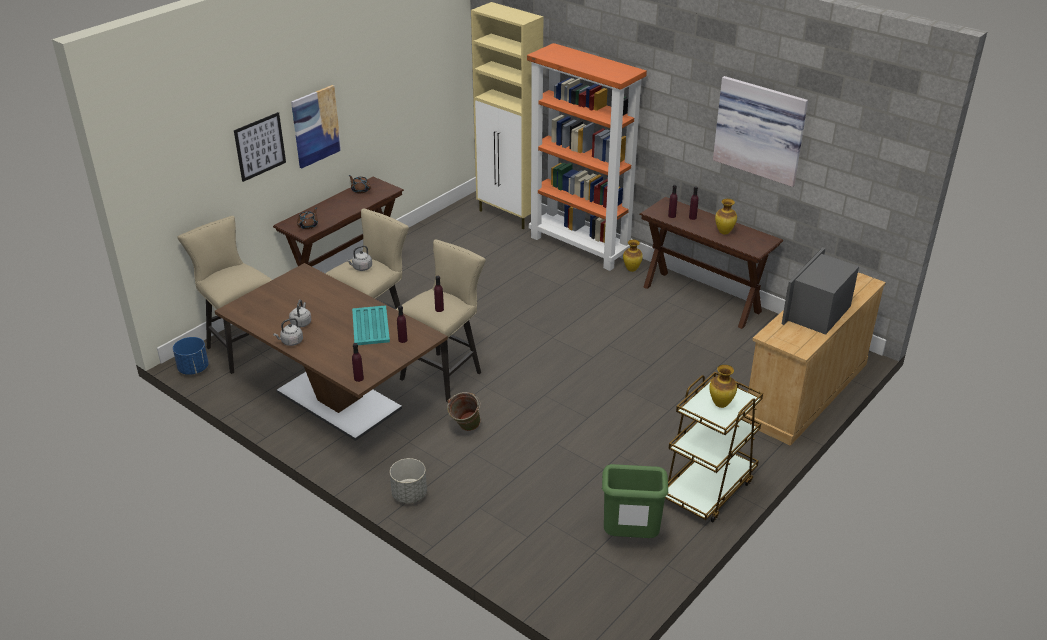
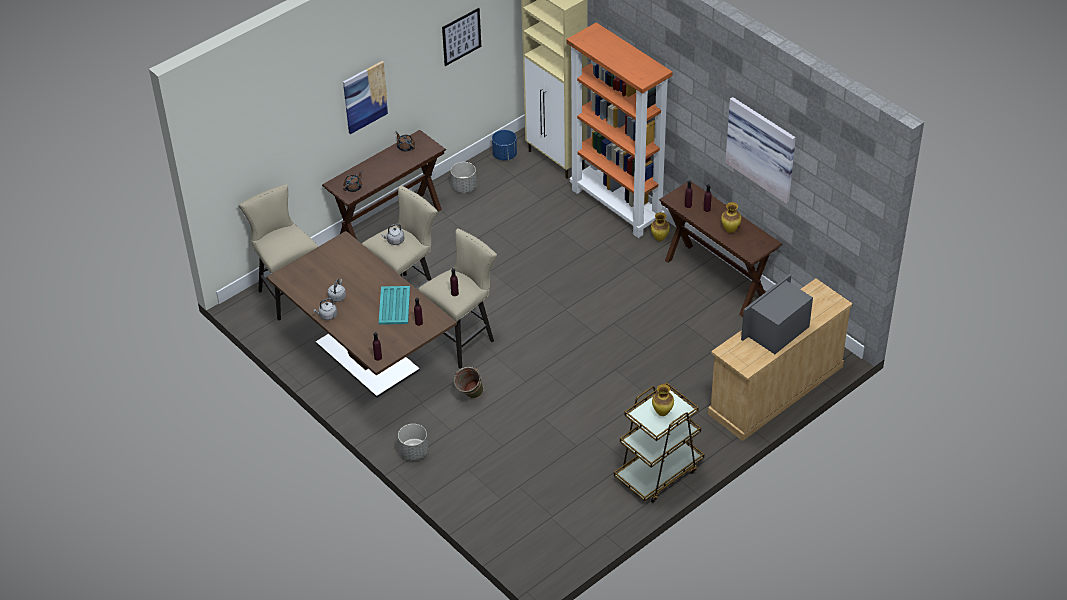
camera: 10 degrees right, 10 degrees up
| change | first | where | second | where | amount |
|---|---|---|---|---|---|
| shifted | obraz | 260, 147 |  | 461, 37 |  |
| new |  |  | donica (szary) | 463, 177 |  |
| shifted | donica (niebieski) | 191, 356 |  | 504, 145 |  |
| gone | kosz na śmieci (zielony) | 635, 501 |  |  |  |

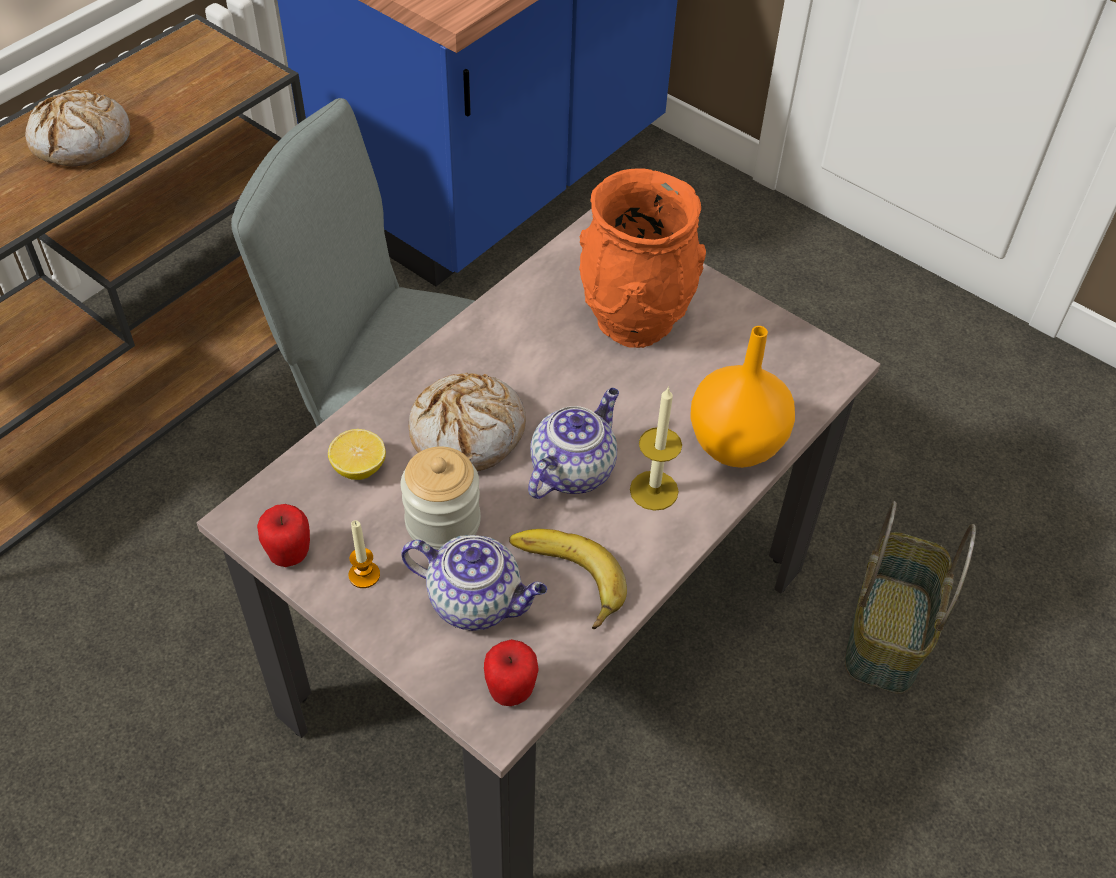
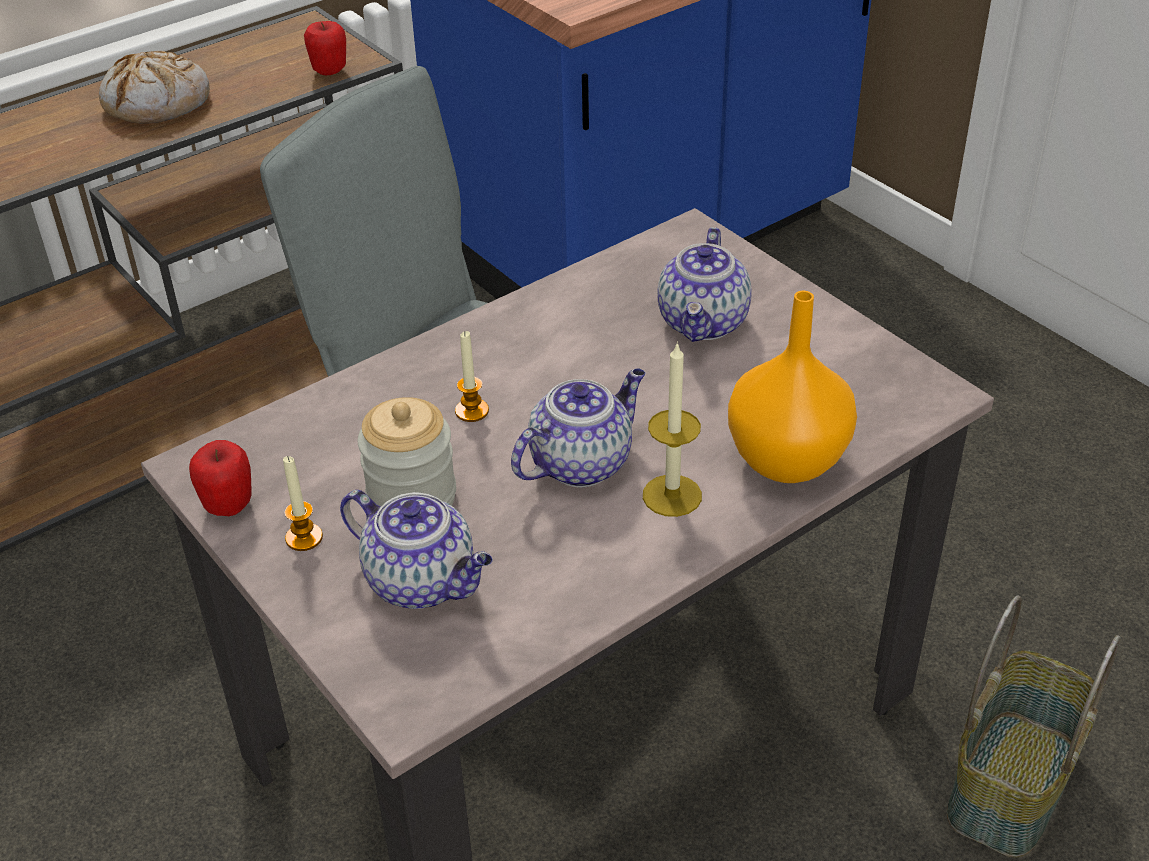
camera: 15 degrees right, 10 degrees down
| change | first | where | second | where | amount |
|---|---|---|---|---|---|
| shifted | jabłko | 511, 672 |  | 325, 48 |  |
| swapped | chleb | 467, 422 | świeca | 472, 376 |  |
| swapped | wazon (pomarańczowy) | 642, 258 | imbryk | 704, 284 |  |
| gone | cytryna | 357, 454 |  |  |  |
| gone | banan | 568, 579 |  |  |  |

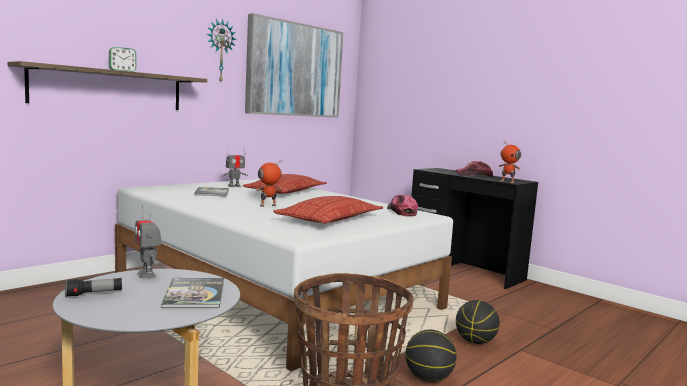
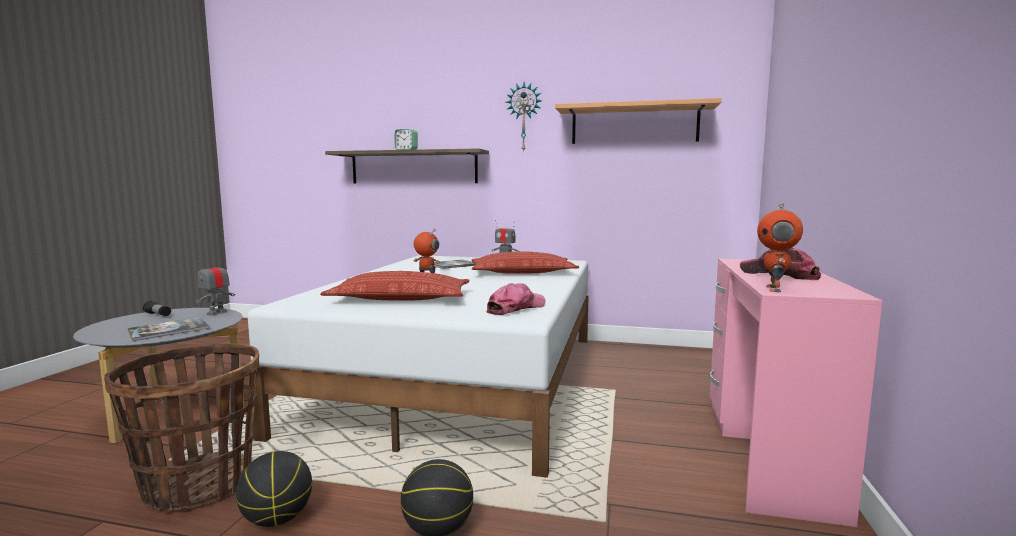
camera: 60 degrees right, 0 degrees up
| change | first | where | second | where | amount |
|---|---|---|---|---|---|
| swapped | obraz | 294, 65 | półka | 638, 121 |  |
| repainted | biurko (czarny) | 474, 228 | biurko (różowy) | 796, 392 |  |

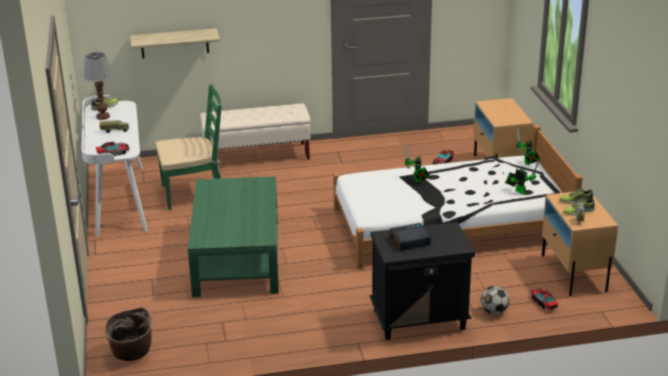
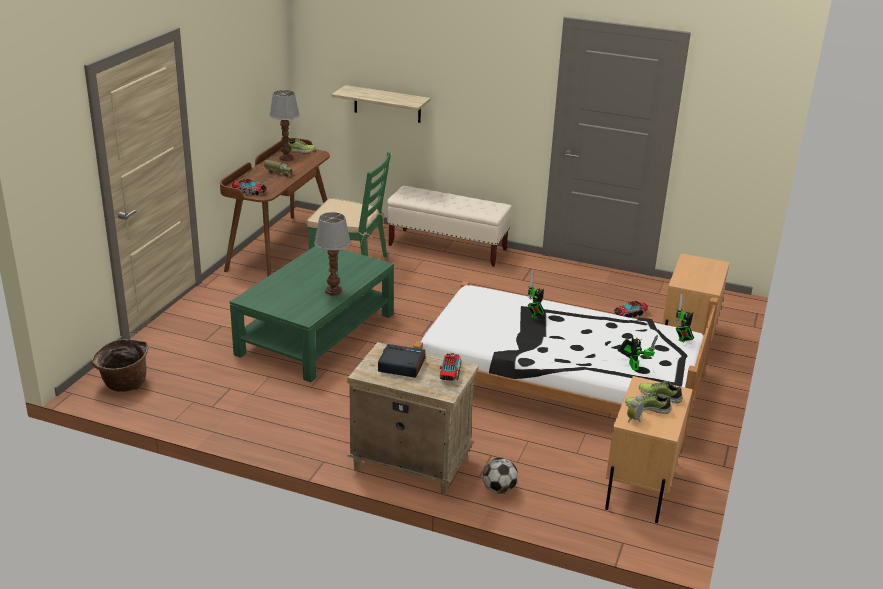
camera: 30 degrees right, 0 degrees up
| change | first | where | second | where | amount |
|---|---|---|---|---|---|
| repainted | biurko (biały) | 114, 166 | biurko (brązowy) | 275, 207 |  |
| new |  |  | lampa stołowa | 332, 254 |  |
| repainted | szafka nocna (czarny) | 422, 281 | szafka nocna (beżowy) | 413, 418 |  |
| shifted | ciężarówka zabawkowa | 544, 299 |  | 450, 367 |  |

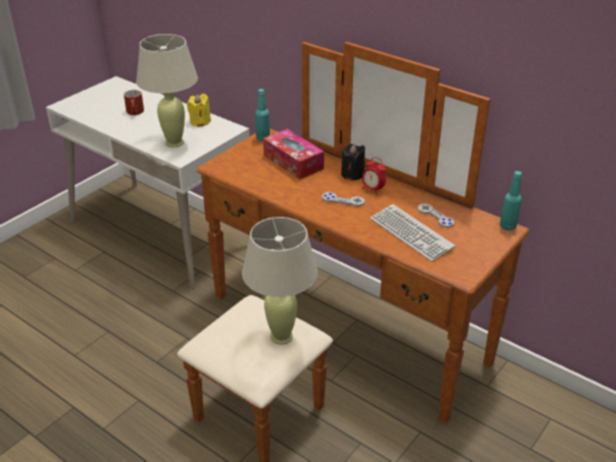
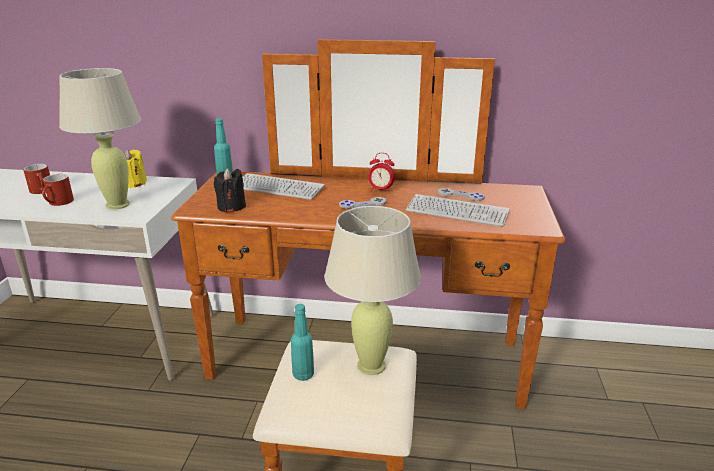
camera: 30 degrees left, 10 degrees down
| change | first | where | second | where | amount |
|---|---|---|---|---|---|
| new |  |  | kubek (czerwony) | 58, 190 |  |
| shifted | świeca (czarny) | 353, 162 |  | 230, 190 |  |
| swapped | pudełko chusteczek | 293, 154 | klawiatura | 283, 186 |  |
| shifted | butelka (turkusowy) | 511, 200 |  | 302, 342 |  |

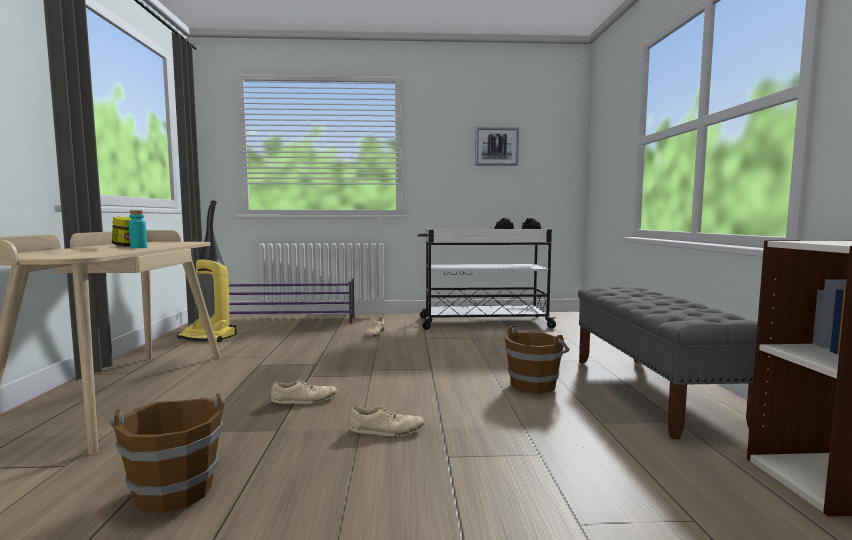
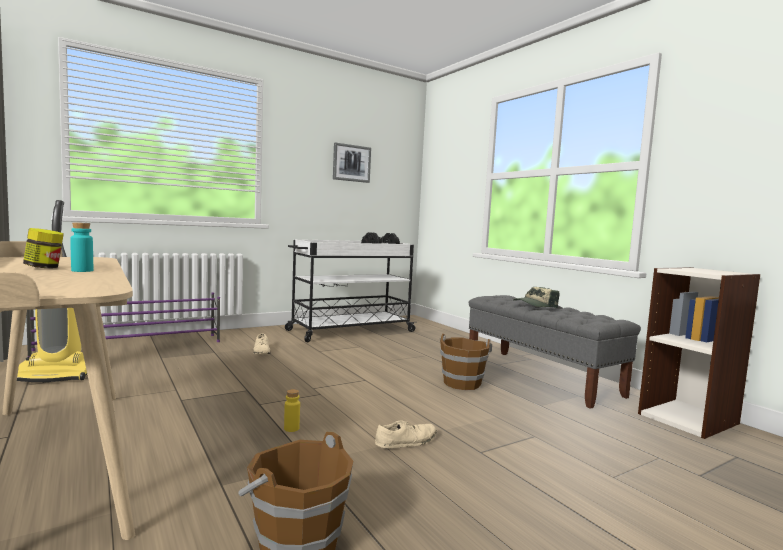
camera: 30 degrees left, 0 degrees up
| change | first | where | second | where | amount |
|---|---|---|---|---|---|
| swapped | but (beżowy) | 304, 392 | butelka (żółty) | 292, 410 |  |
| new |  |  | czapka z daszkiem | 536, 297 |  |

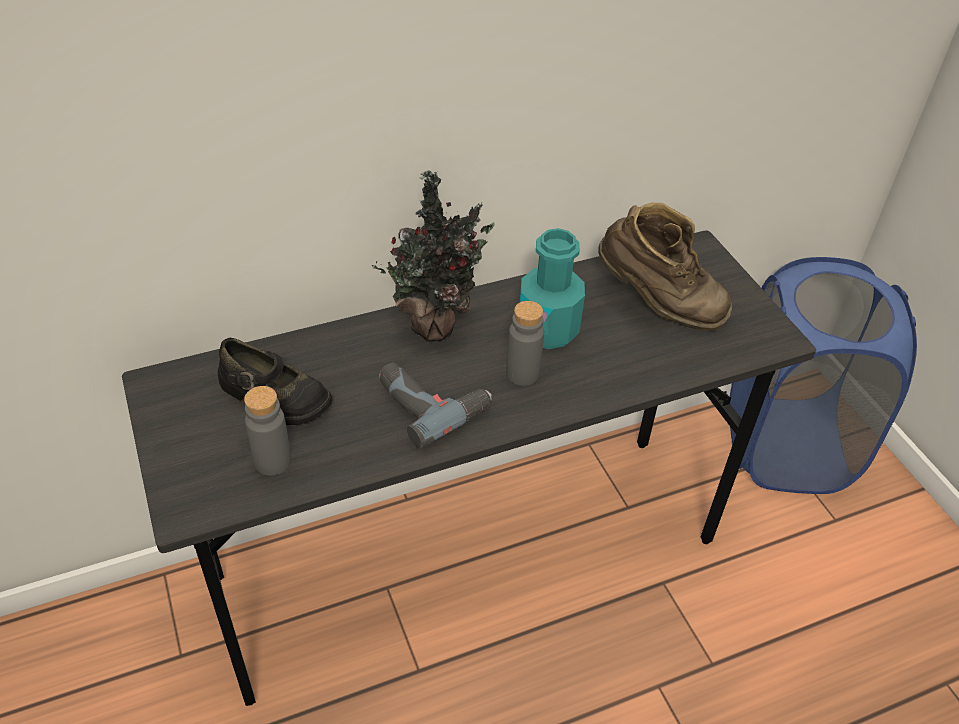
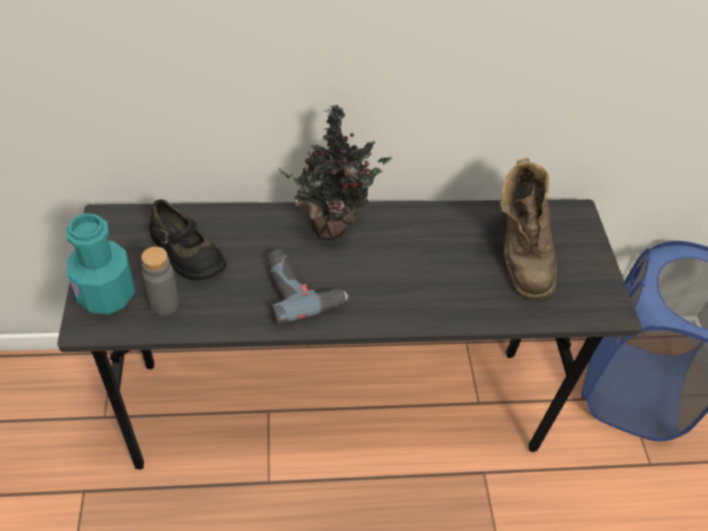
camera: 15 degrees right, 5 degrees up
| change | first | where | second | where | amount |
|---|---|---|---|---|---|
| shifted | butelka (turkusowy) | 552, 288 |  | 100, 263 |  |
| rotated | but z cholewką (brązowy) | 665, 267 |  | 528, 229 | 45 degrees clockwise |
| gone | butelka (szary) | 525, 343 |  |  |  |

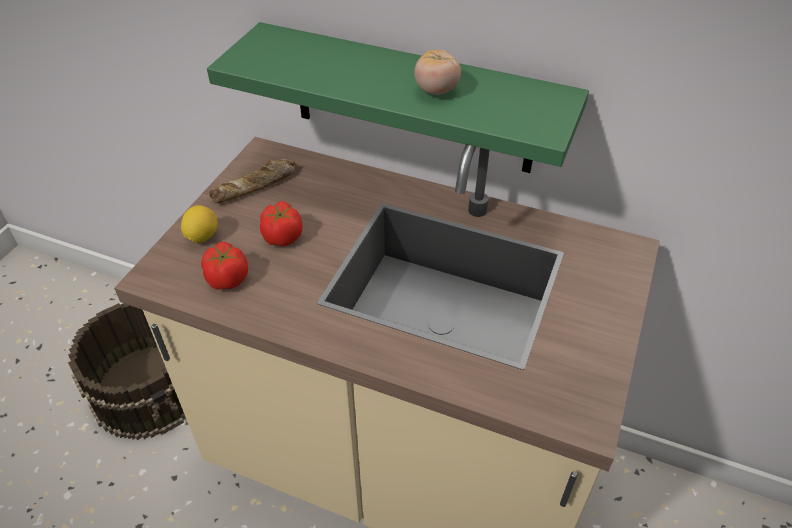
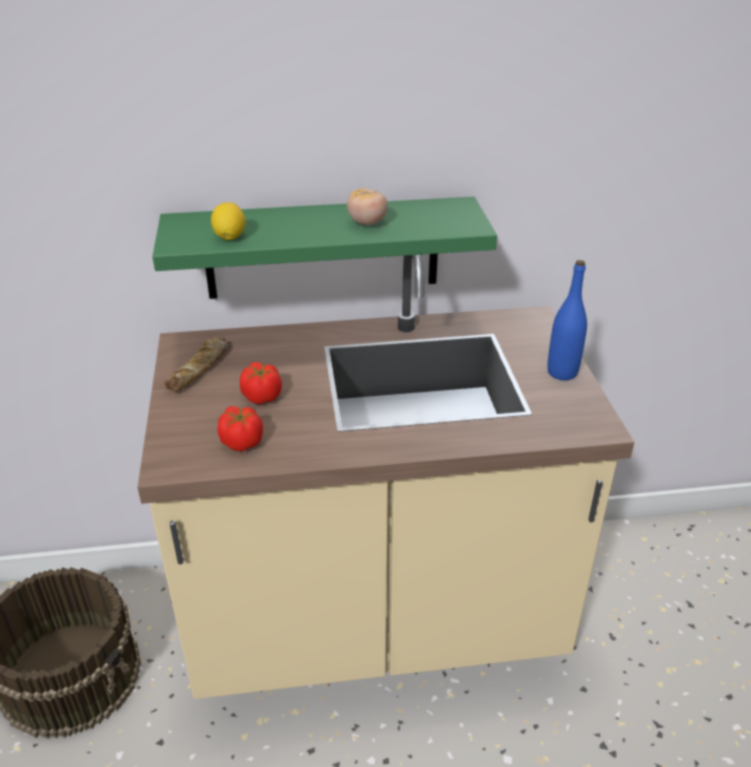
camera: 30 degrees left, 10 degrees down
| change | first | where | second | where | amount |
|---|---|---|---|---|---|
| shifted | cytryna | 199, 224 |  | 228, 221 |  |
| new |  |  | butelka (niebieski) | 567, 320 |  |

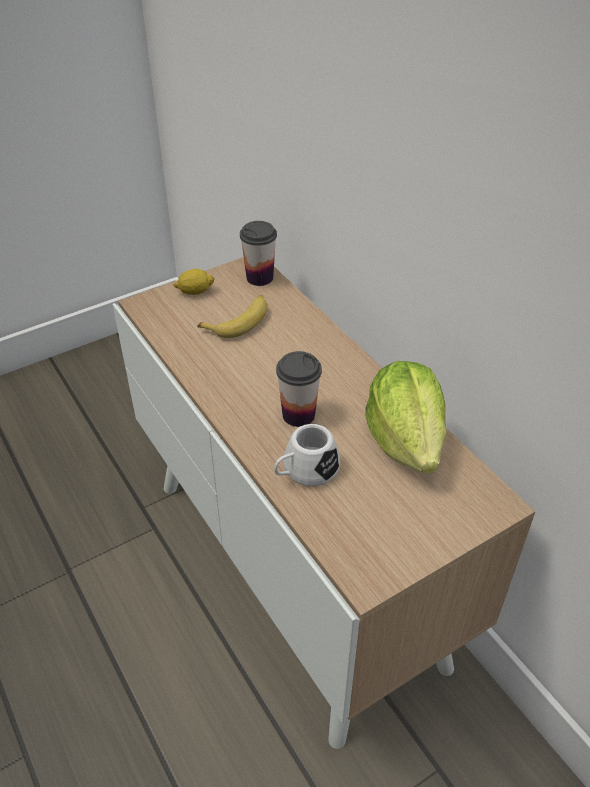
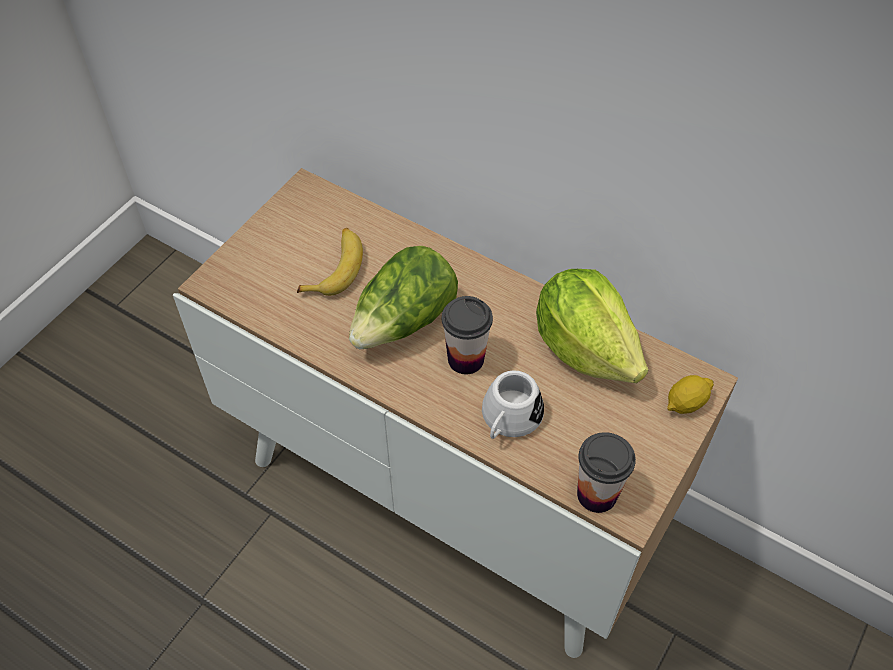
camera: 25 degrees left, 10 degrees up
| change | first | where | second | where | amount |
|---|---|---|---|---|---|
| new |  |  | sałata | 403, 297 |  |
| shifted | filiżanka | 258, 253 |  | 606, 472 |  |
| shifted | cytryna | 194, 282 |  | 690, 394 |  |

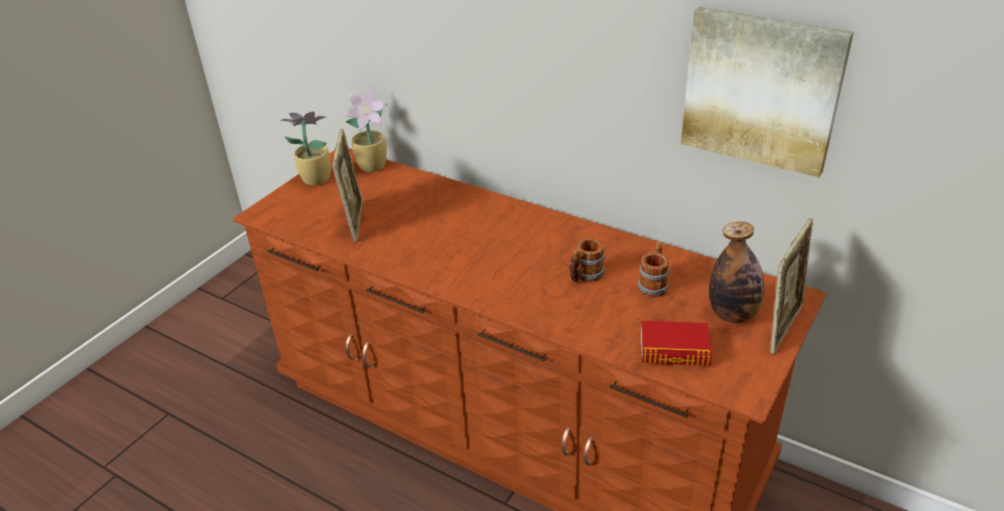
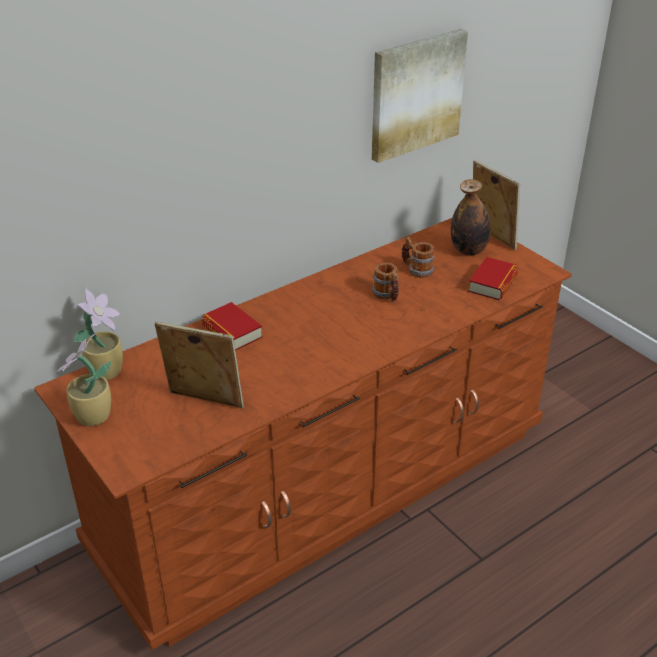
camera: 70 degrees left, 0 degrees up
| change | first | where | second | where | amount |
|---|---|---|---|---|---|
| new |  |  | książka | 232, 326 |  |

